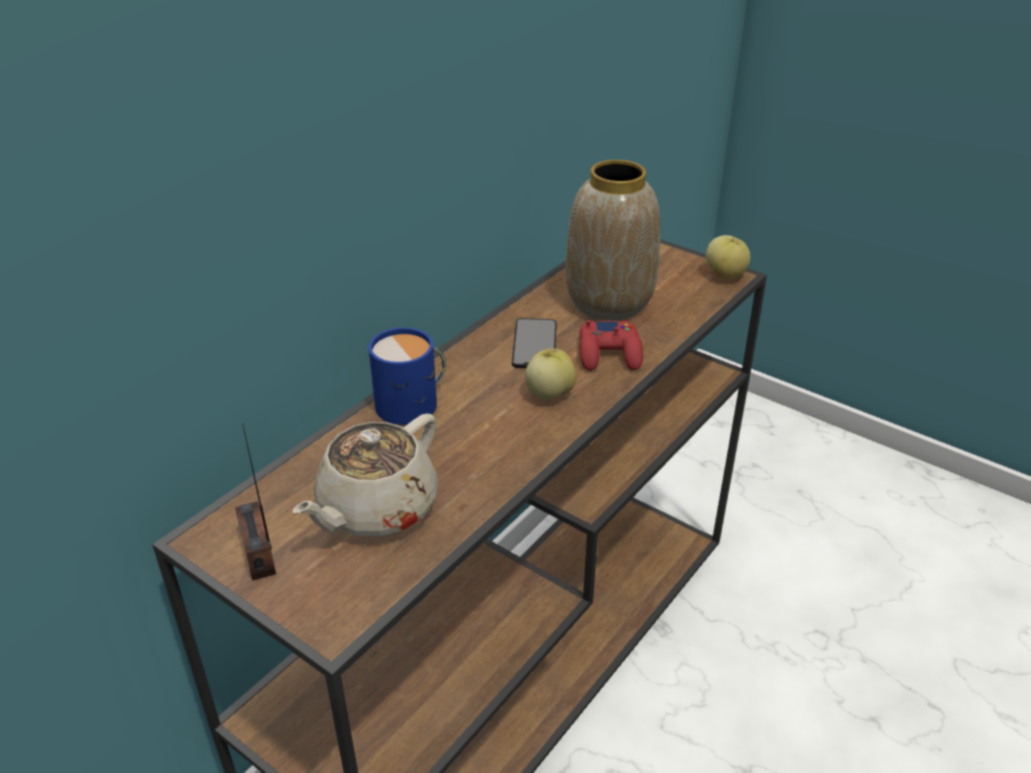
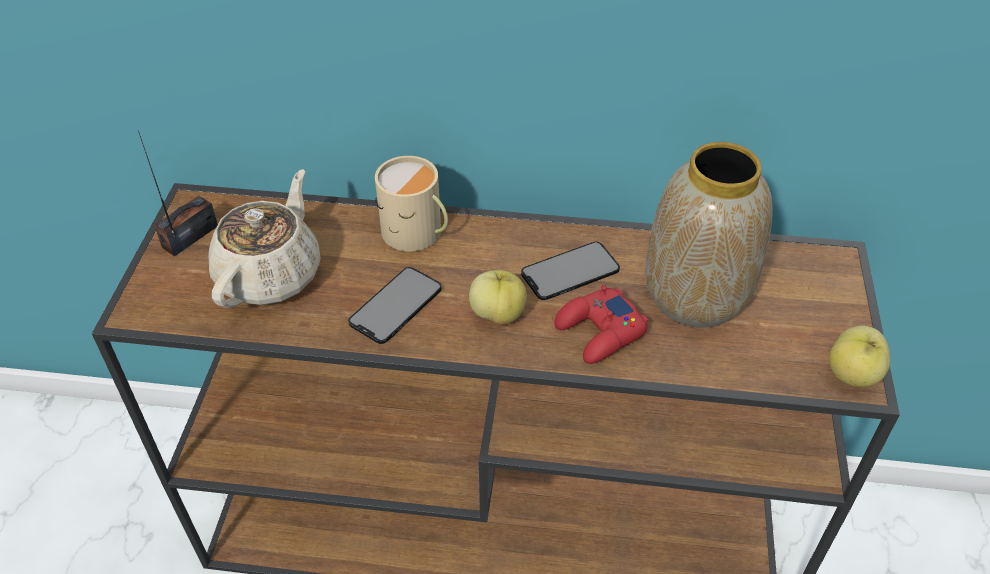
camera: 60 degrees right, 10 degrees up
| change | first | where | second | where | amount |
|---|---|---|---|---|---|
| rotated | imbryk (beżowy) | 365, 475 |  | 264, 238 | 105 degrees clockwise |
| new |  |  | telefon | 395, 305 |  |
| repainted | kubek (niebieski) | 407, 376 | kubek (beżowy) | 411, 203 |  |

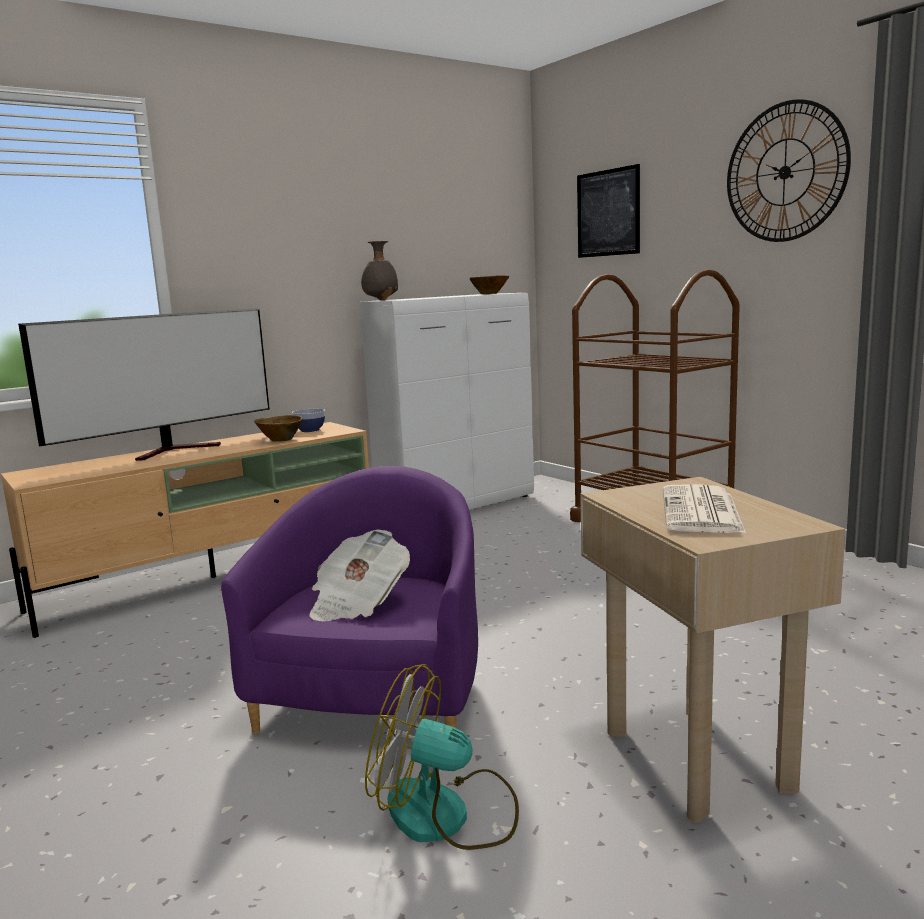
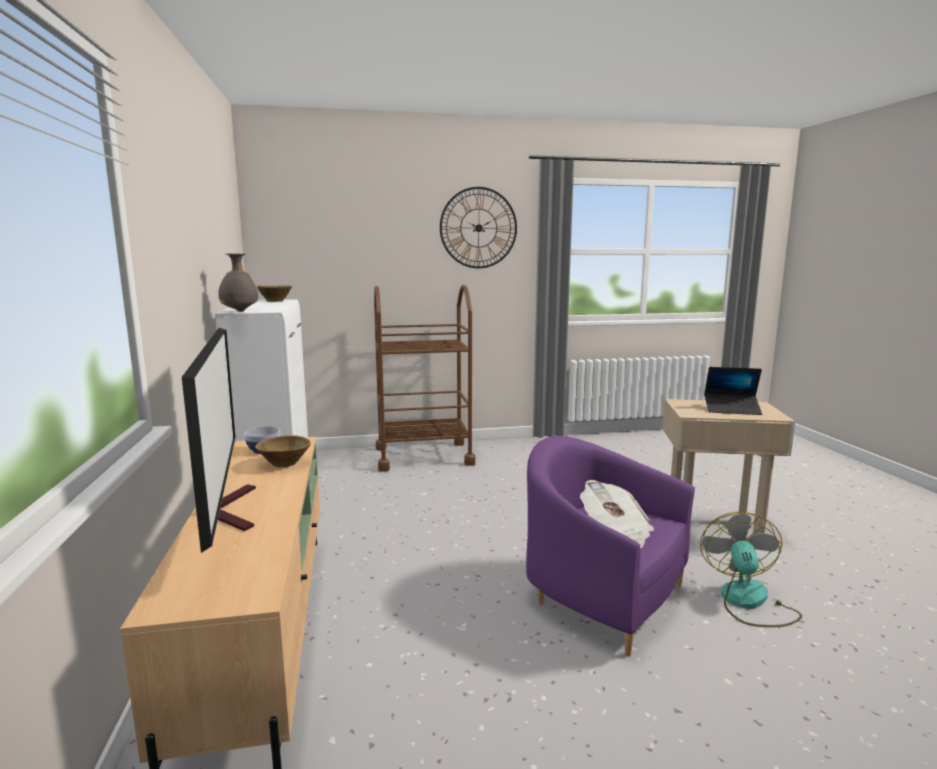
camera: 65 degrees left, 0 degrees up
| change | first | where | second | where | amount |
|---|---|---|---|---|---|
| rotated | wentylator | 442, 757 |  | 751, 569 | 150 degrees clockwise |
| swapped | gazeta | 704, 508 | laptop | 733, 391 |  |
| gone | obraz | 608, 211 |  |  |  |

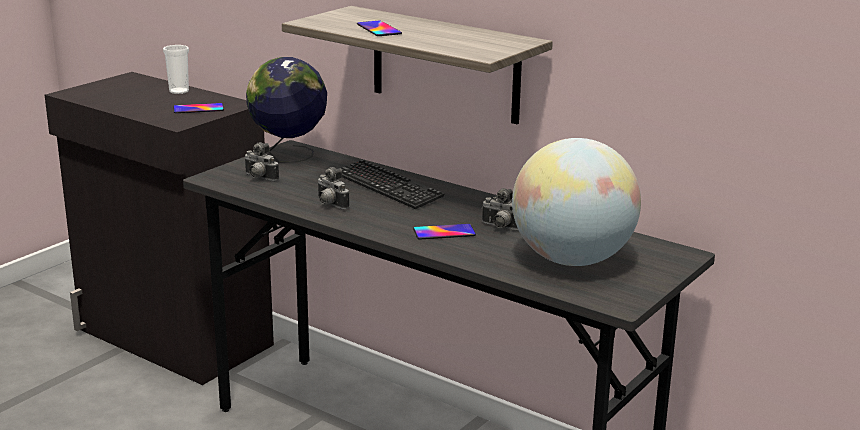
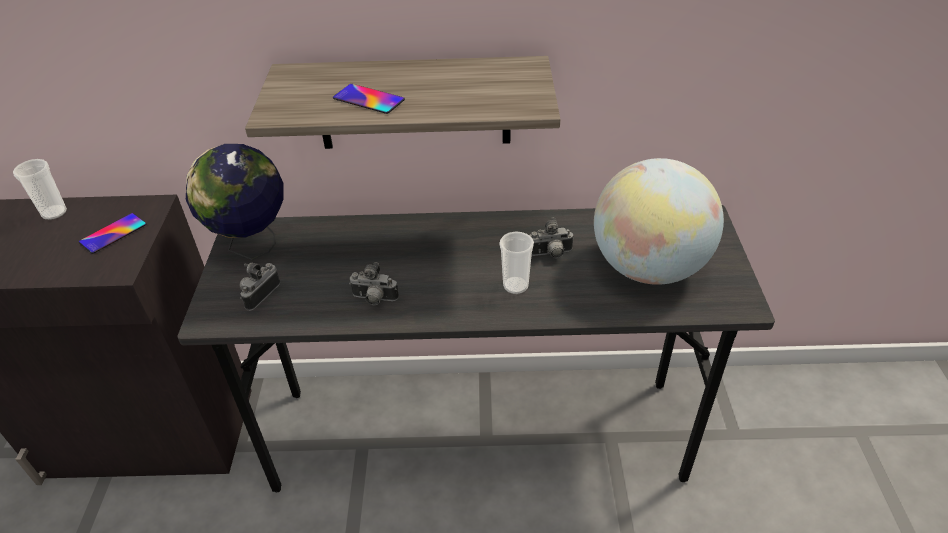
camera: 35 degrees left, 20 degrees up
| change | first | where | second | where | amount |
|---|---|---|---|---|---|
| rotated | aparat fotograficzny | 261, 161 |  | 260, 287 | 120 degrees clockwise |
| swapped | telefon | 444, 231 | filiżanka | 516, 262 |  |
| gone | klawiatura | 392, 184 |  |  |  |

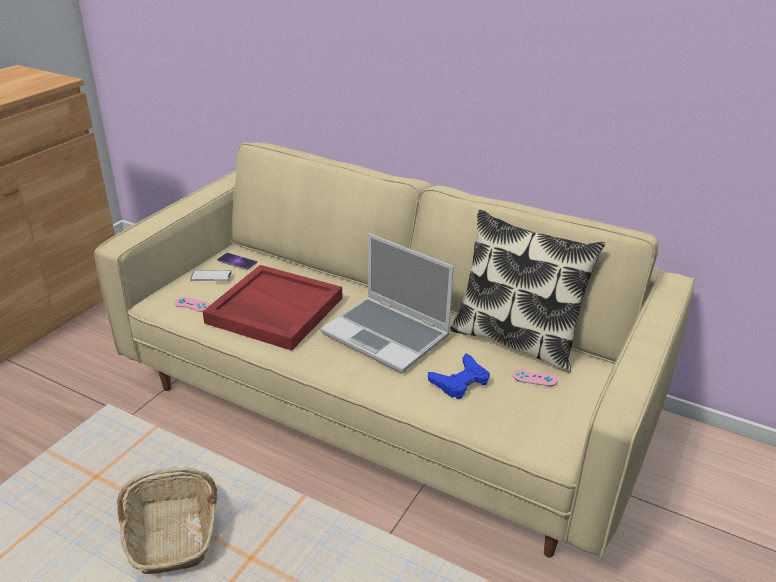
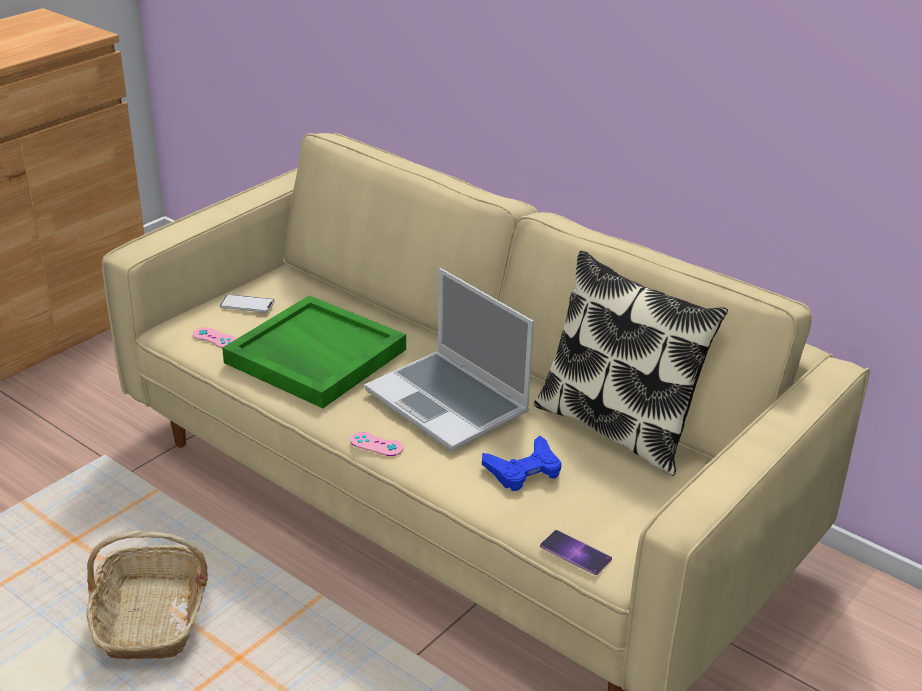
camera: 10 degrees right, 0 degrees up
| change | first | where | second | where | amount |
|---|---|---|---|---|---|
| repainted | taca (czerwony) | 272, 308 | taca (zielony) | 314, 351 |  |
| shifted | pad do gier (różowy) | 535, 377 |  | 376, 444 |  |
| shifted | telefon | 237, 261 |  | 576, 552 |  |

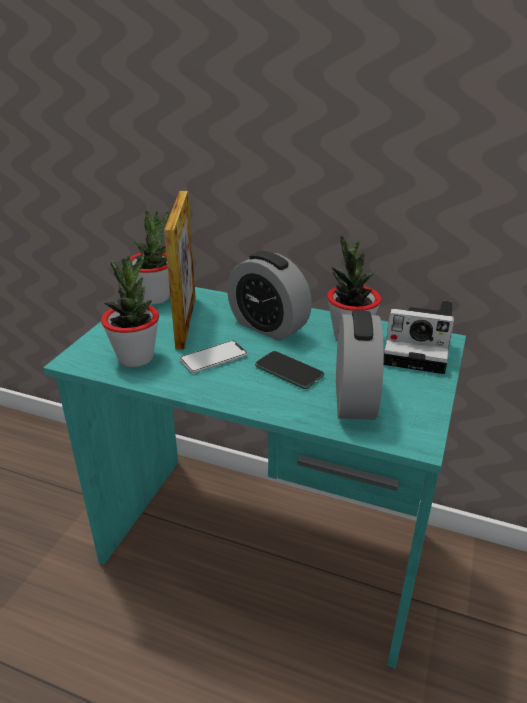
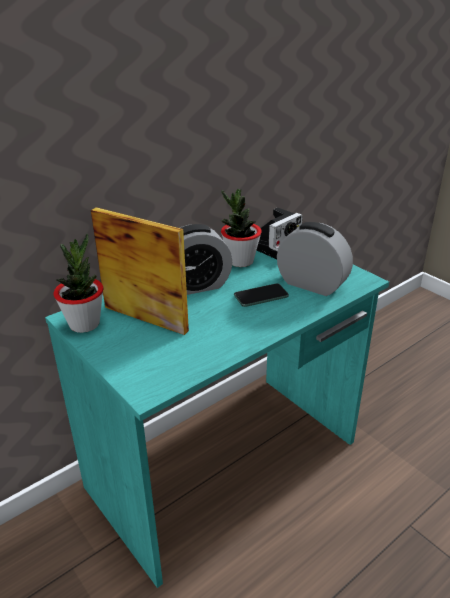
camera: 60 degrees left, 0 degrees up
| change | first | where | second | where | amount |
|---|---|---|---|---|---|
| gone | roślina doniczkowa | 130, 308 |  |  |  |
| gone | telefon | 214, 356 |  |  |  |

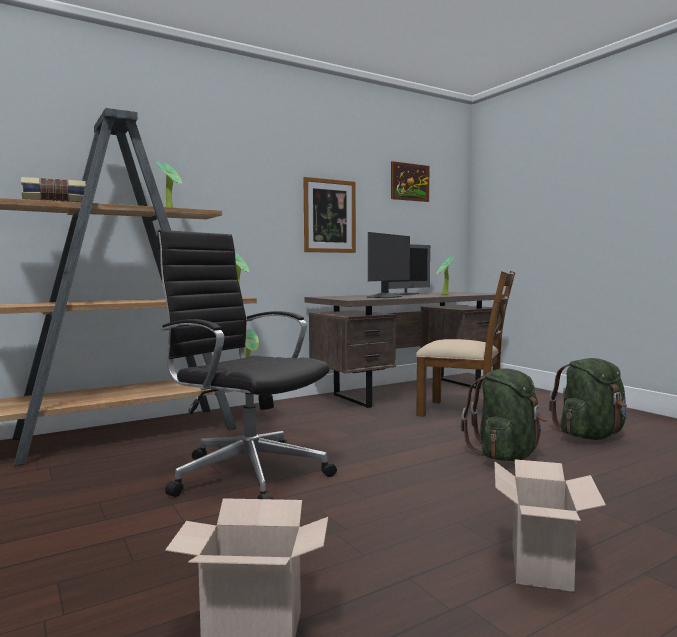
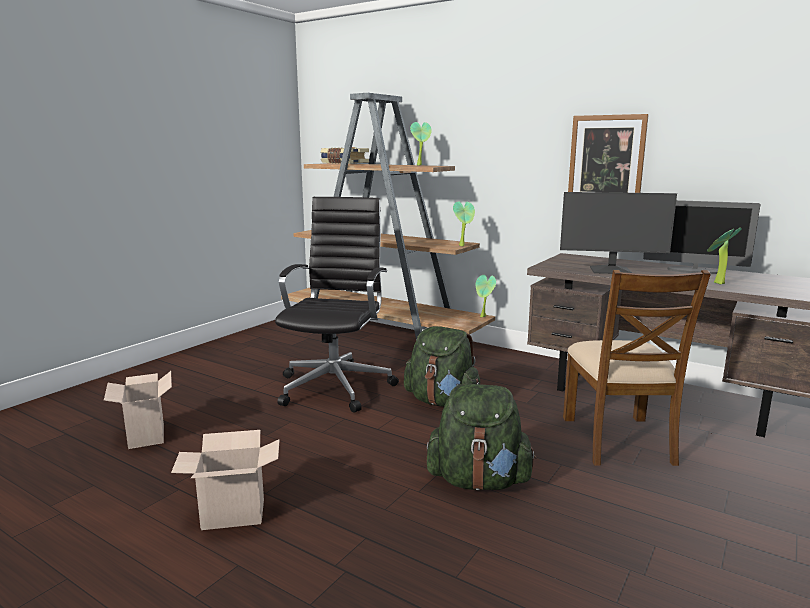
camera: 65 degrees right, 10 degrees up
| change | first | where | second | where | amount |
|---|---|---|---|---|---|
| shifted | plecak (zielony) | 588, 399 |  | 442, 366 |  |
| gone | obraz | 410, 181 |  |  |  |

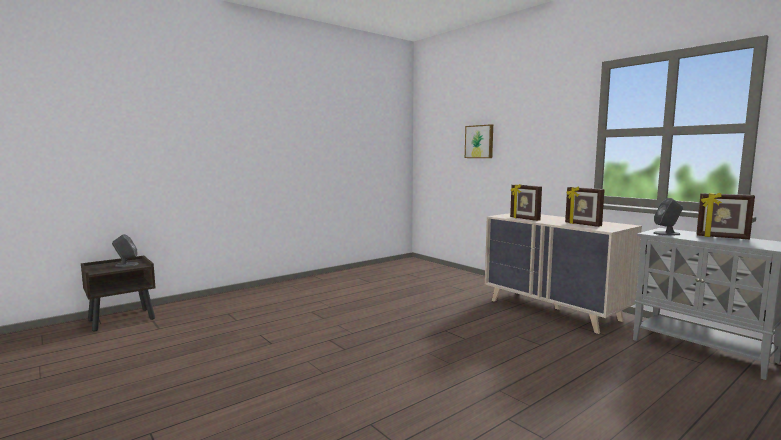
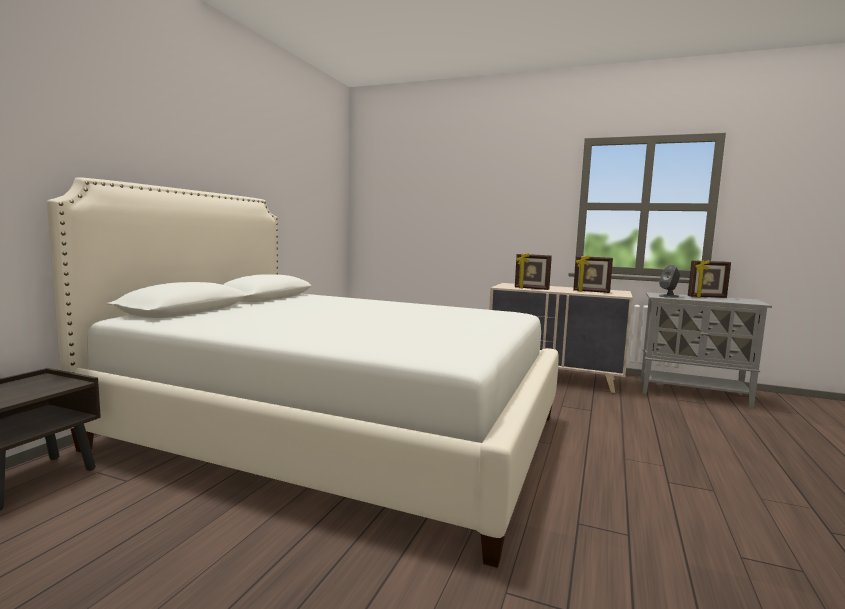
camera: 30 degrees left, 0 degrees up
| change | first | where | second | where | amount |
|---|---|---|---|---|---|
| new |  |  | łóżko (biały) | 303, 373 |  |
| gone | głośnik (szary) | 125, 250 |  |  |  |
| gone | obraz | 479, 141 |  |  |  |

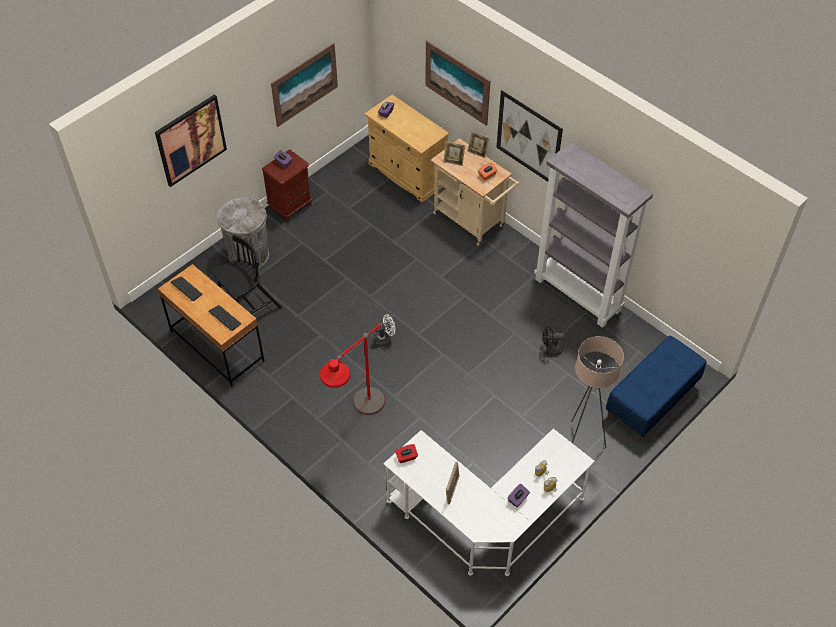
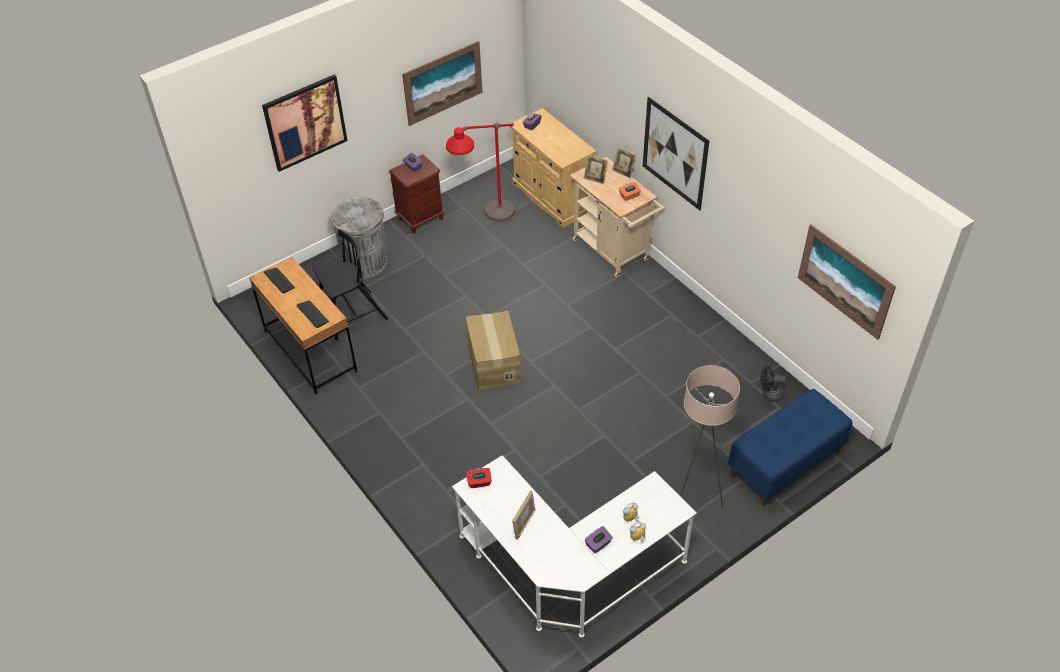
camera: 10 degrees right, 5 degrees down
| change | first | where | second | where | amount |
|---|---|---|---|---|---|
| shifted | lampa stojąca (czerwony) | 352, 369 |  | 480, 172 |  |
| swapped | wentylator (biały) | 384, 330 | karton | 493, 350 |  |
| shifted | wentylator (czarny) | 553, 341 |  | 772, 384 |  |
| shifted | obraz | 457, 83 |  | 847, 282 |  |
| gone | regał (szary) | 593, 235 |  |  |  |

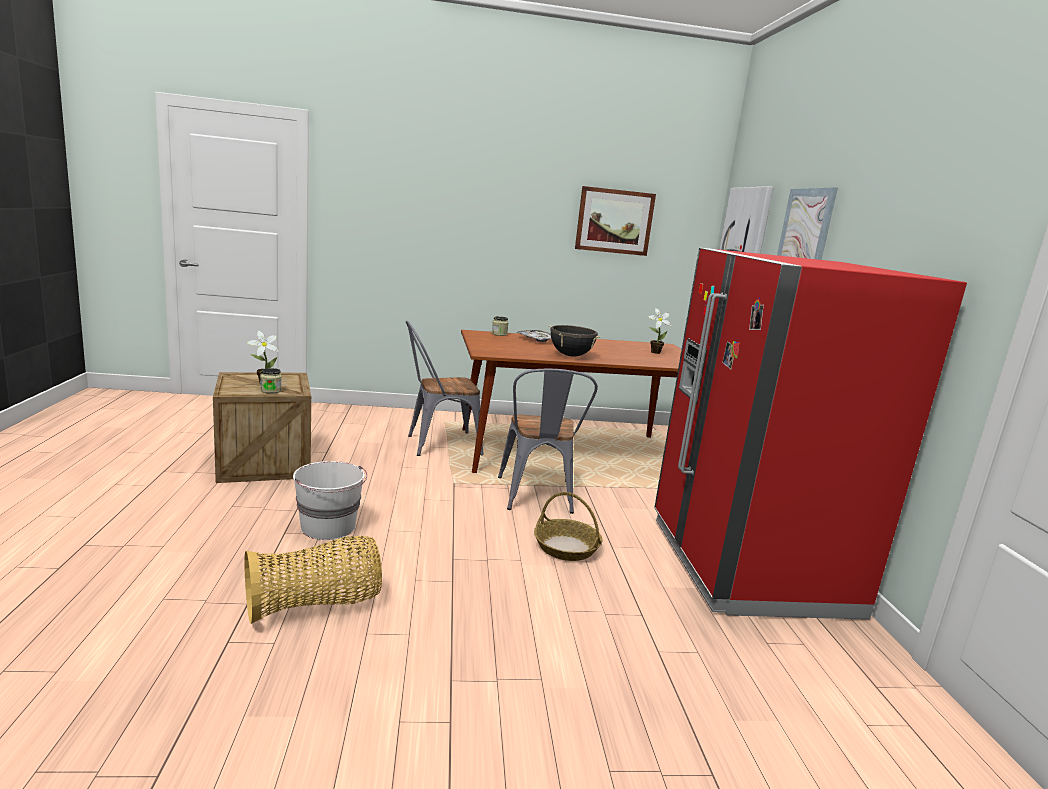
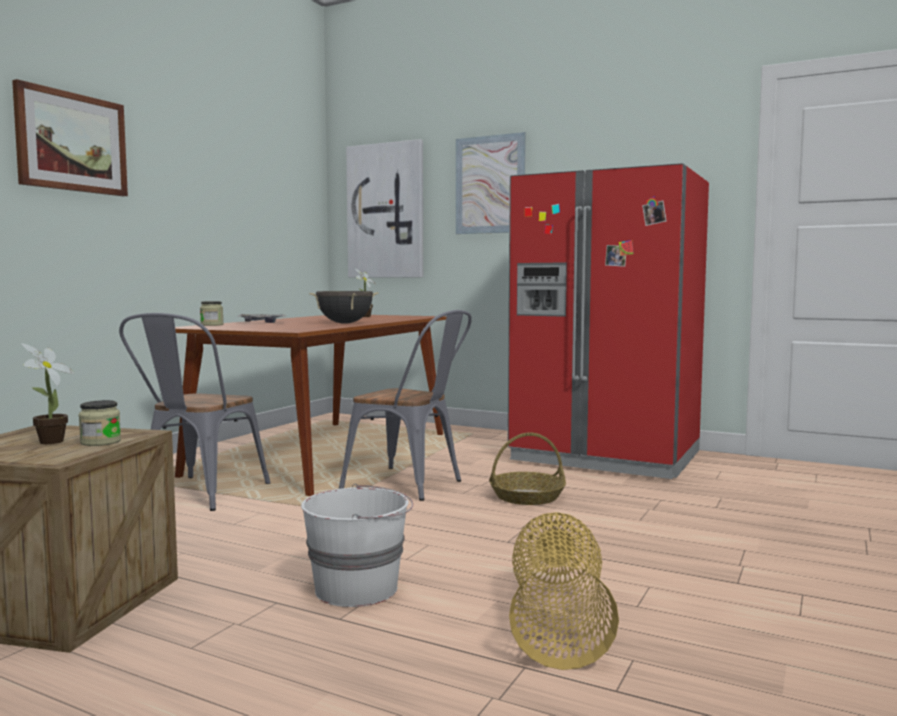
camera: 55 degrees left, 10 degrees down
| change | first | where | second | where | amount |
|---|---|---|---|---|---|
| shifted | obraz | 615, 221 |  | 70, 137 |  |

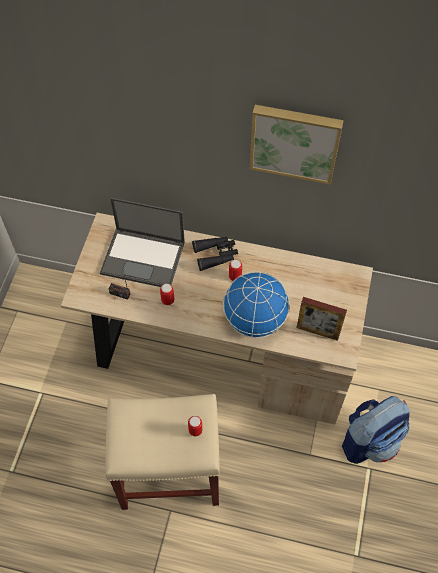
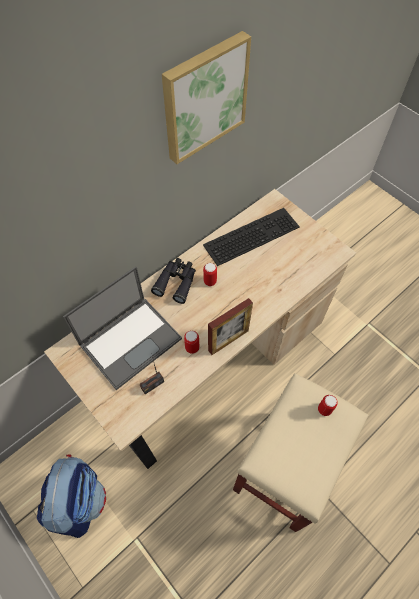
camera: 55 degrees left, 0 degrees up
| change | first | where | second | where | amount |
|---|---|---|---|---|---|
| shifted | plecak | 376, 430 |  | 71, 496 |  |
| new |  |  | klawiatura | 251, 237 |  |
| shifted | ramka na zdjęcie | 322, 319 |  | 230, 326 |  |
| gone | globus | 256, 304 |  |  |  |

